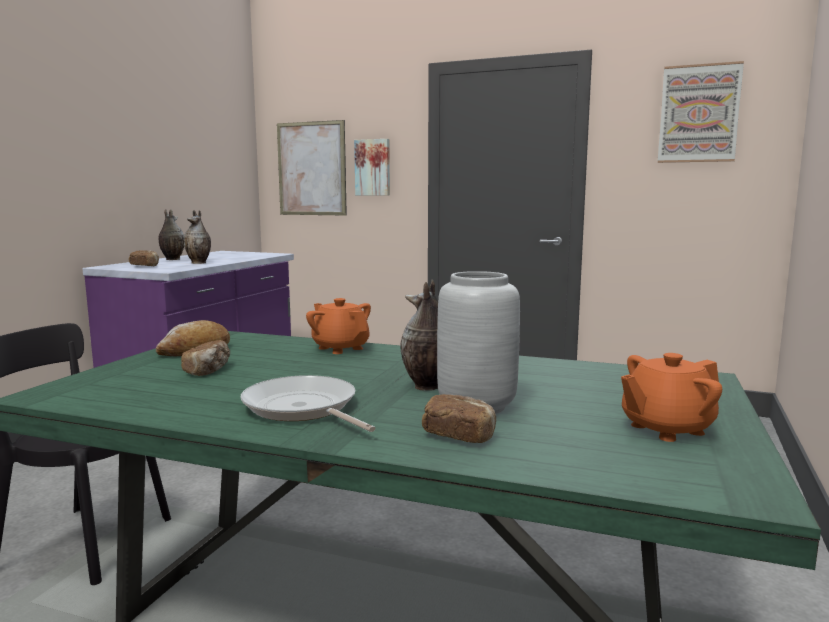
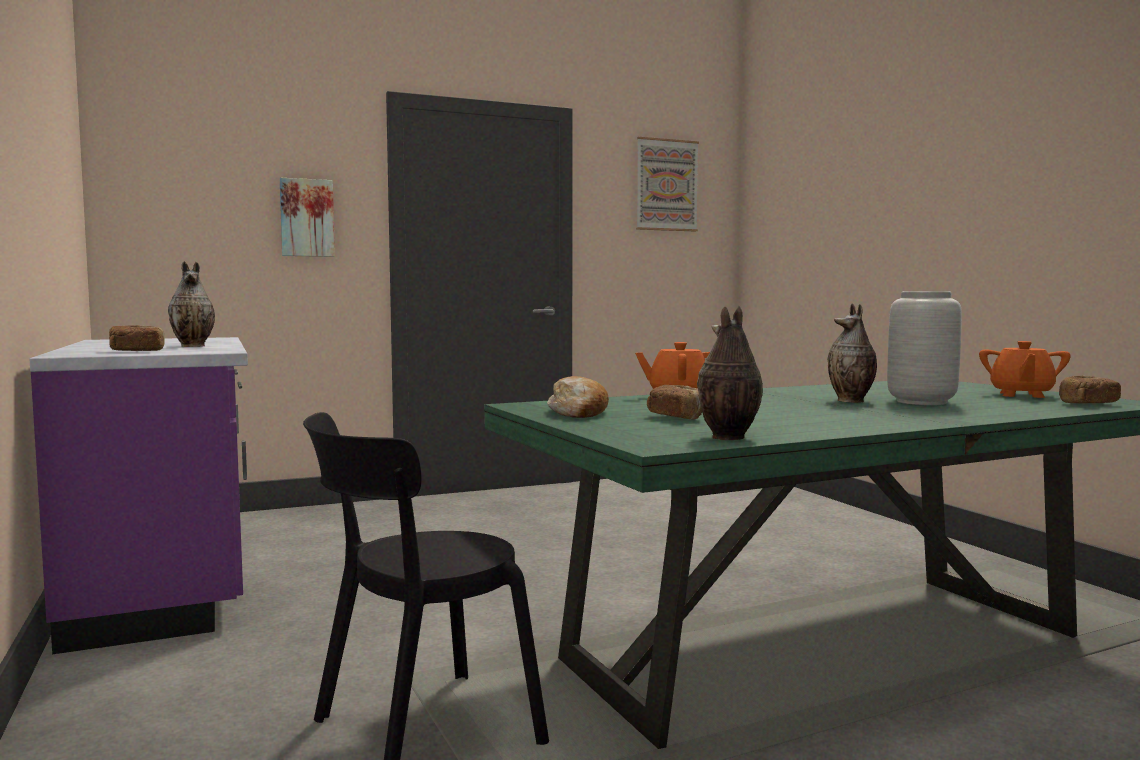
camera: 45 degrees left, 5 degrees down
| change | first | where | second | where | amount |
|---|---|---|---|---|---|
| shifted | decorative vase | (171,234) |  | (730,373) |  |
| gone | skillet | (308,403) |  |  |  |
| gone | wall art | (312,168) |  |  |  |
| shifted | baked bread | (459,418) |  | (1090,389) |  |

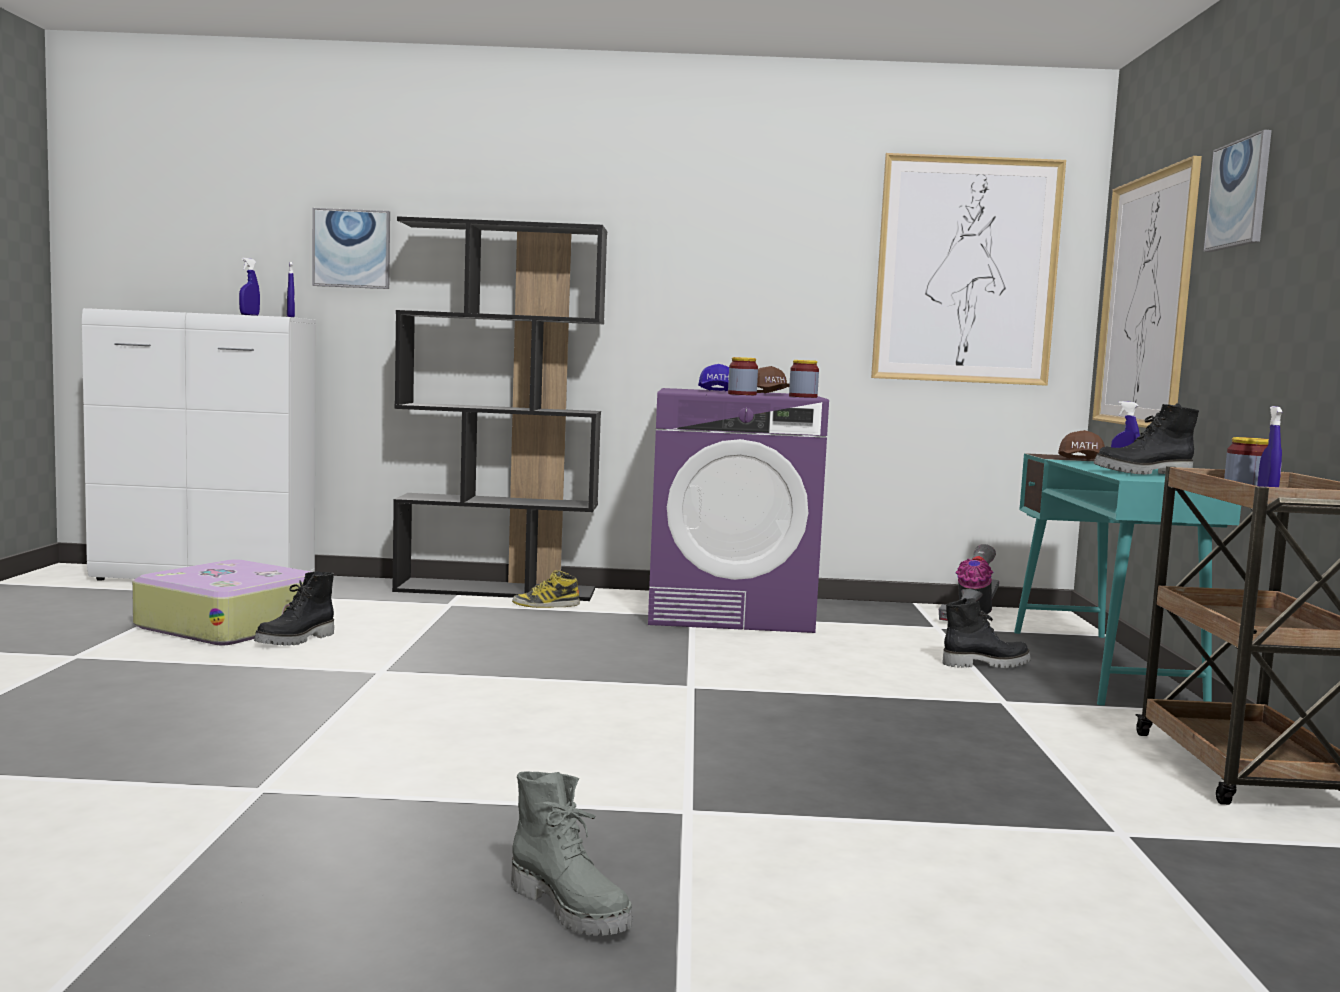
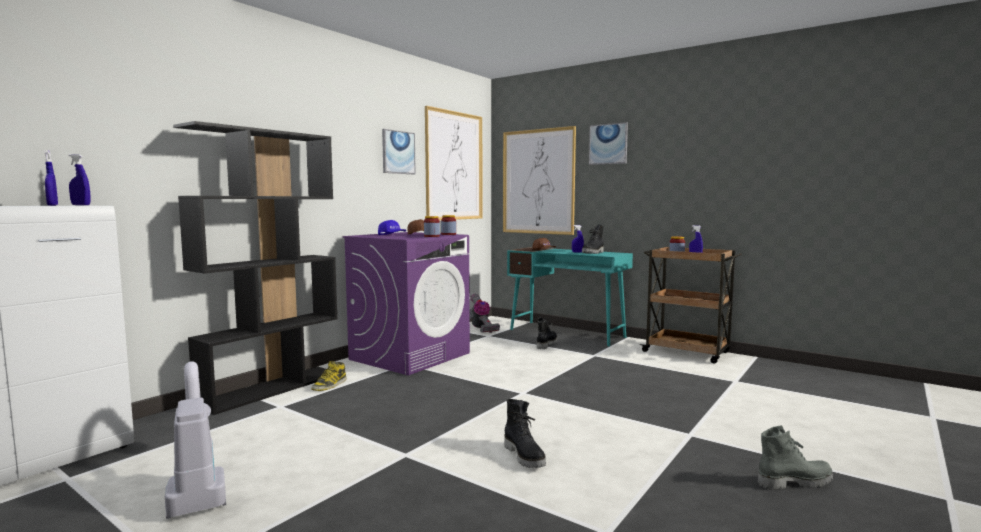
camera: 55 degrees left, 0 degrees up
| change | first | where | second | where | amount |
|---|---|---|---|---|---|
| swapped | piece of luggage | (221,602) | vacuum cleaner | (195,440) |  |
| shifted | black-coloured high-top boot | (294,608) |  | (525,433) |  |
| shifted | wall art | (351,248) |  | (399,152) |  |

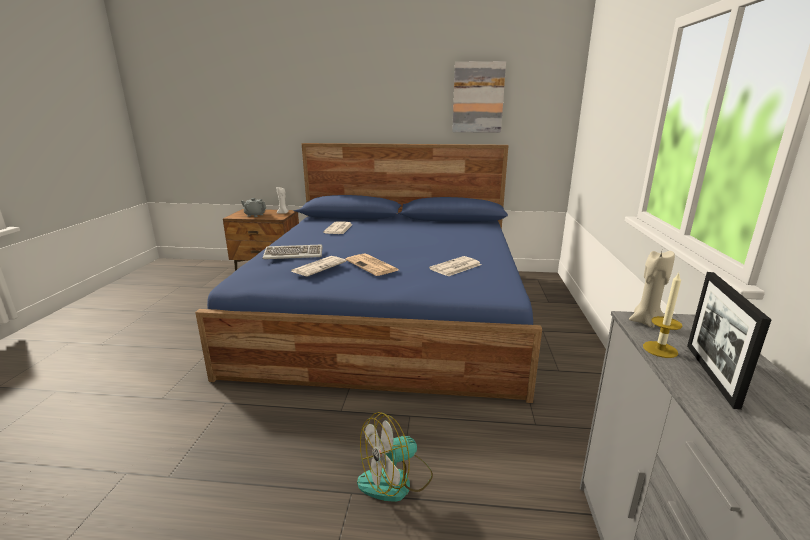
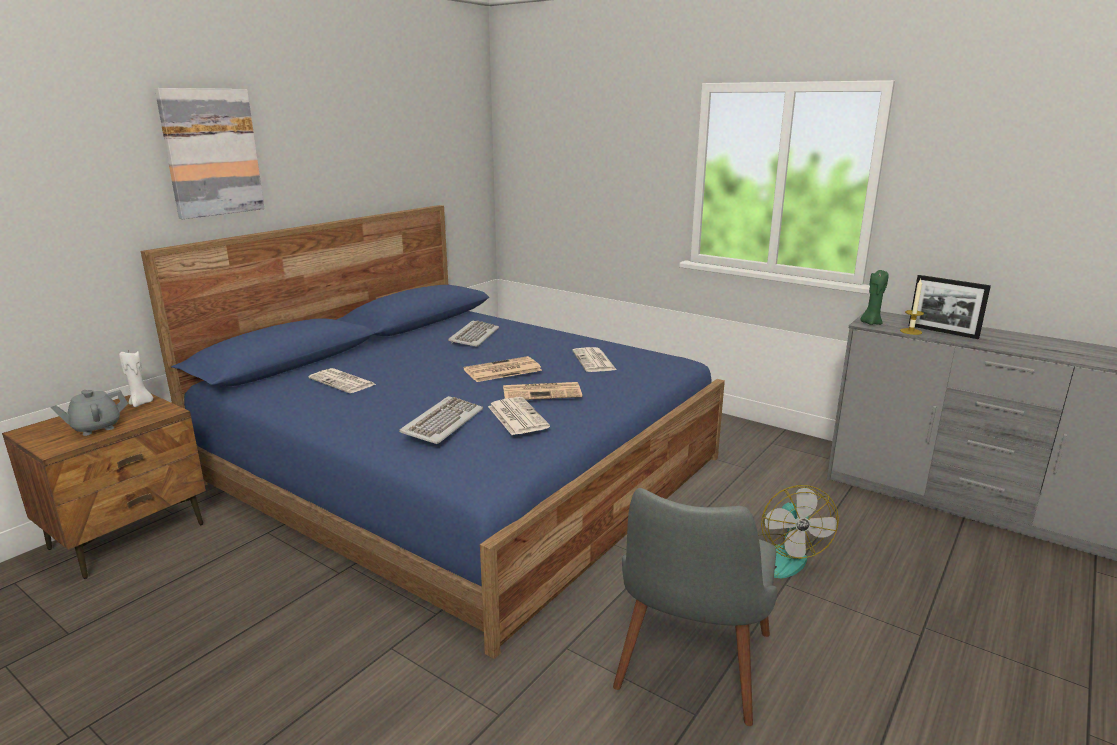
camera: 60 degrees left, 0 degrees up
| change | first | where | second | where | amount |
|---|---|---|---|---|---|
| shifted | wall art | (479,97) |  | (209,153) |  |
| repainted | beige wax light | (652,289) | greenish wax light | (874,297) |  |
| new |  |  | PC keyboard | (473,334) |  |
| new |  |  | newspaper | (503,369) |  |
| new |  |  | gray plain chair | (695,607) |  |

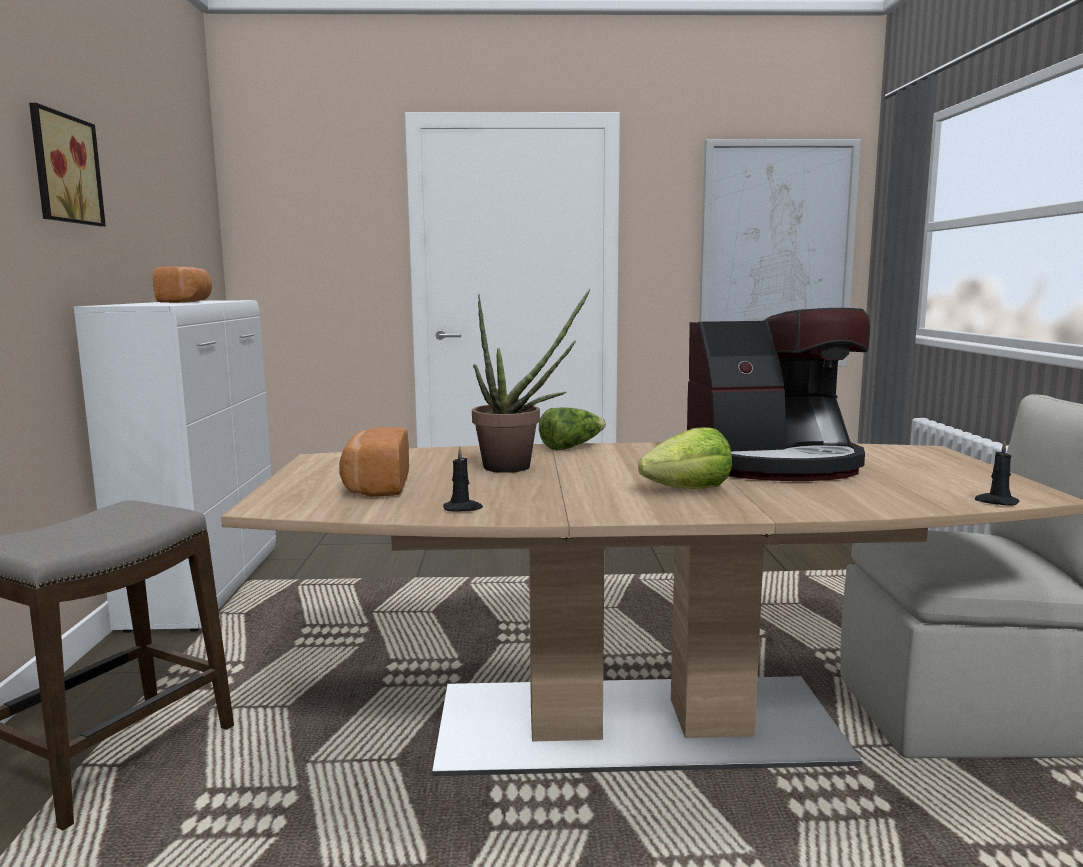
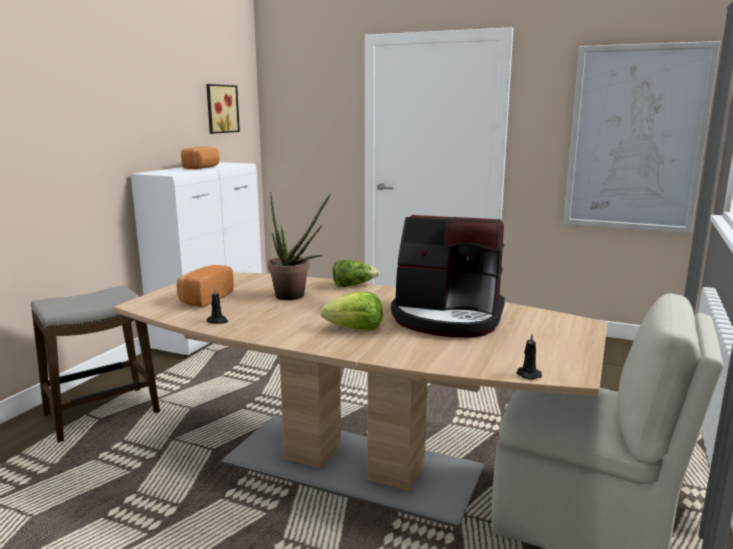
camera: 25 degrees right, 5 degrees up
| change | first | where | second | where | amount |
|---|---|---|---|---|---|
| shifted | wall art | (67,164) |  | (223,109) |  |

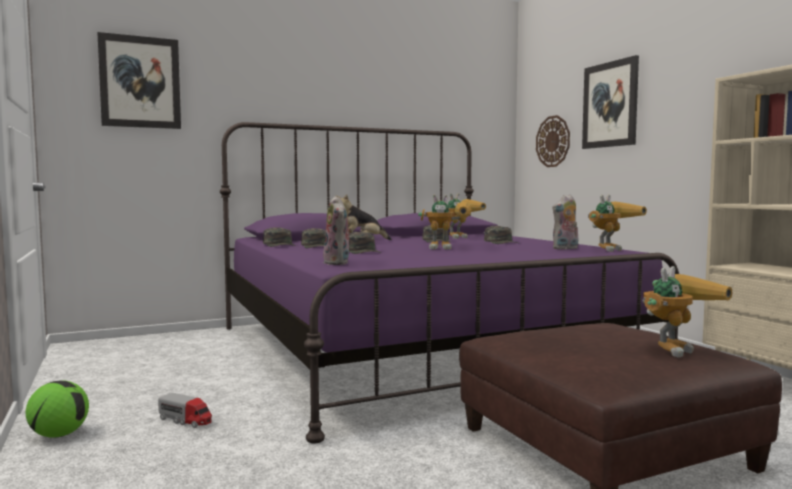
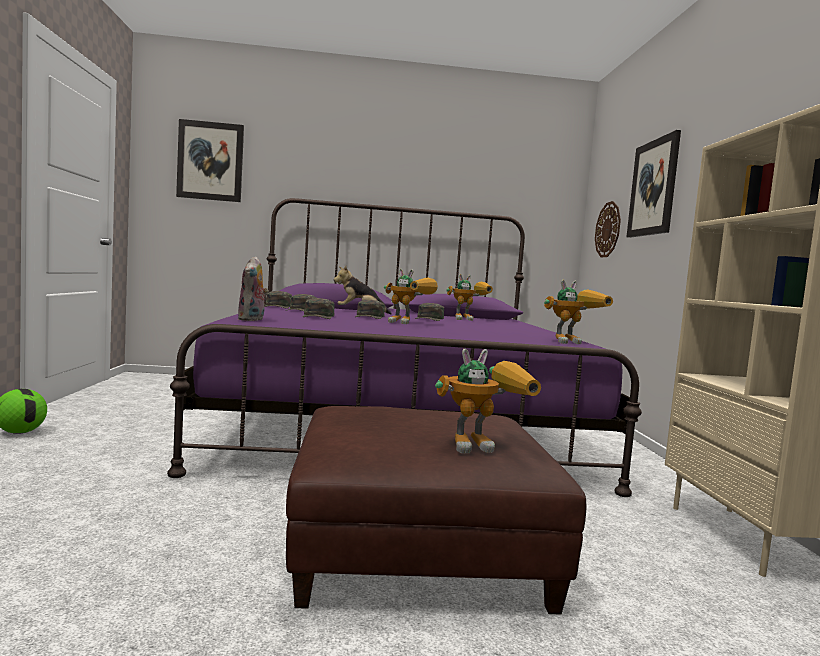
camera: 20 degrees right, 0 degrees up
| change | first | where | second | where | amount |
|---|---|---|---|---|---|
| gone | toy lorry | (185,410) |  |  |  |
| shifted | greenish cap | (501,235) |  | (370,309) |  |
| gone | soft toy | (565,222) |  |  |  |

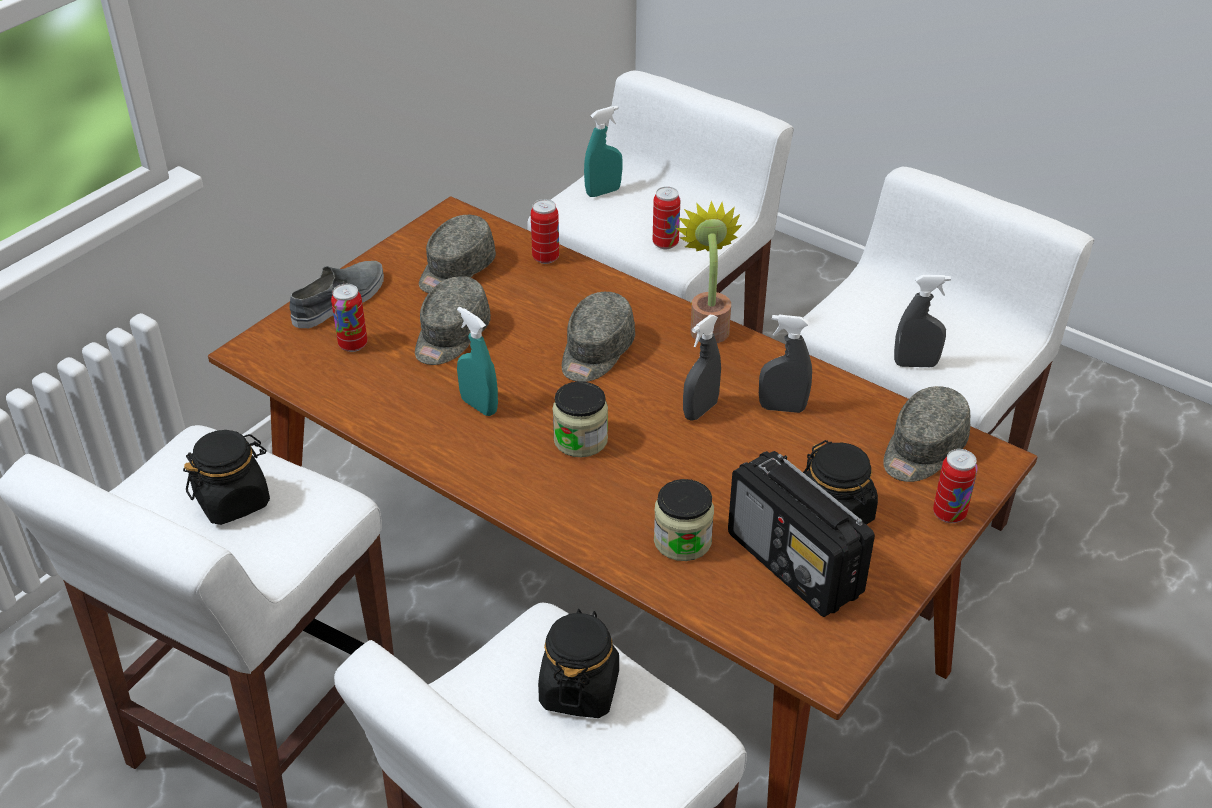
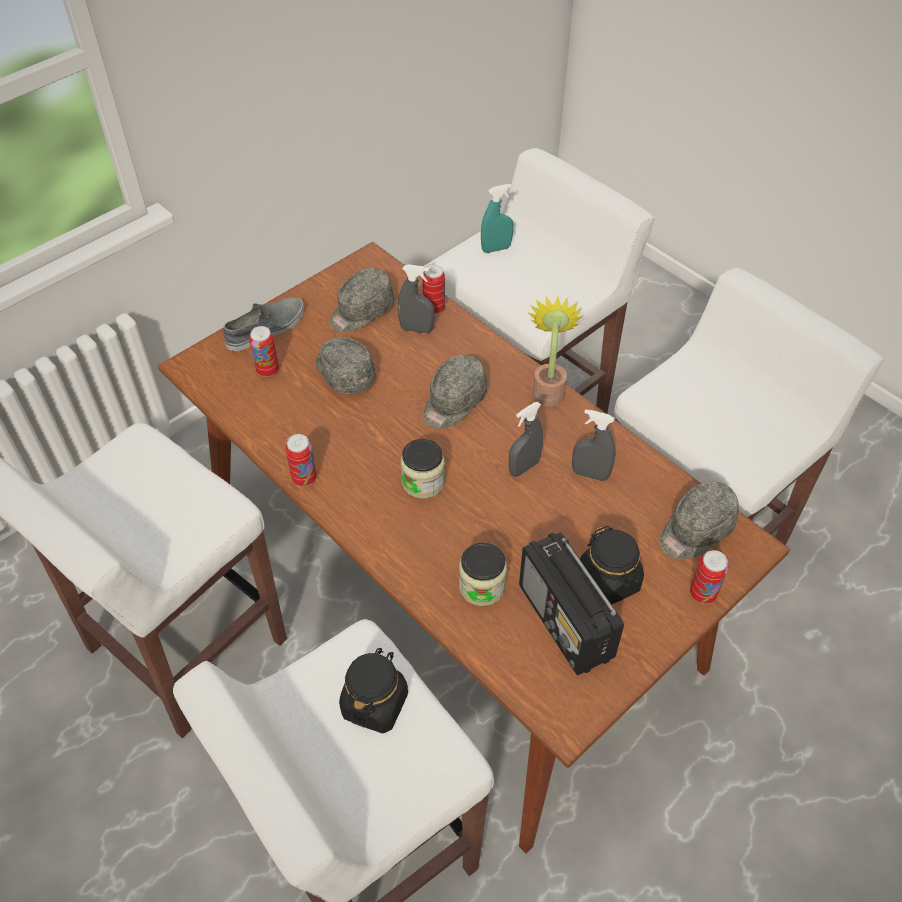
camera: 10 degrees right, 10 degrees up
| change | first | where | second | where | amount |
|---|---|---|---|---|---|
| gone | black-coloured storage jar | (226,477) |  |  |  |
| rotated | gray cap | (453,320) |  | (346,365) | 105 degrees clockwise |
| gone | turquoise hand sprayer | (477,361) |  |  |  |
| shifted | can | (667,218) |  | (301,460) |  |
| shifted | gray hand sprayer | (922,321) |  | (416,299) |  |

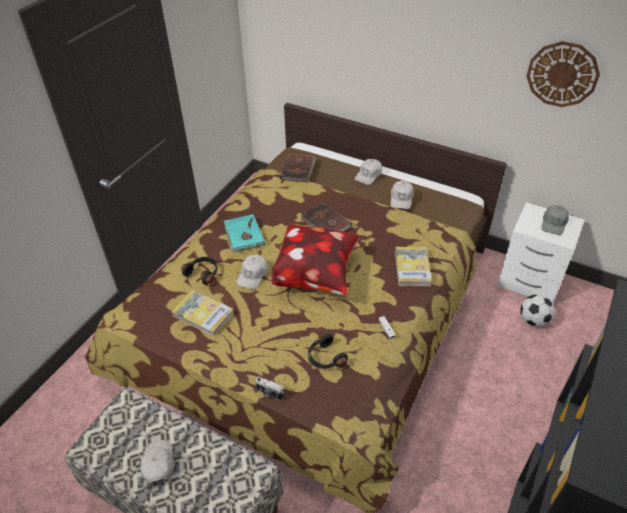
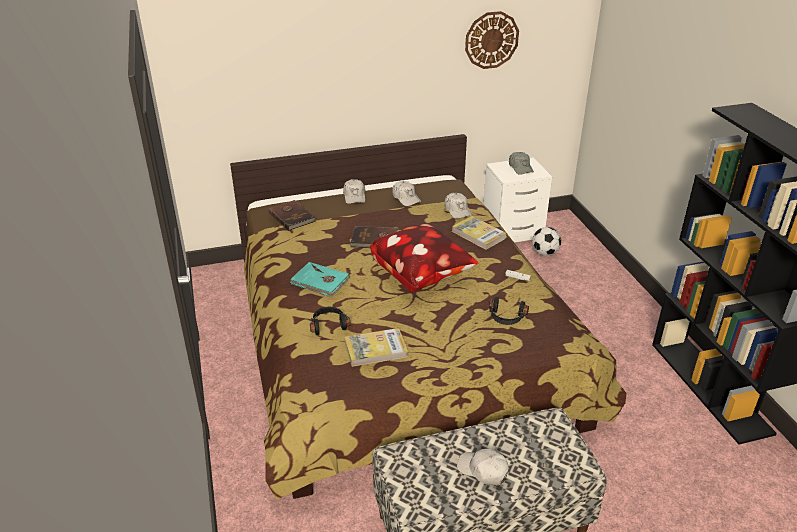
camera: 45 degrees left, 10 degrees down
| change | first | where | second | where | amount |
|---|---|---|---|---|---|
| shifted | whitish cap | (251,272) |  | (458,206) |  |
| gone | still camera | (269,388) |  |  |  |

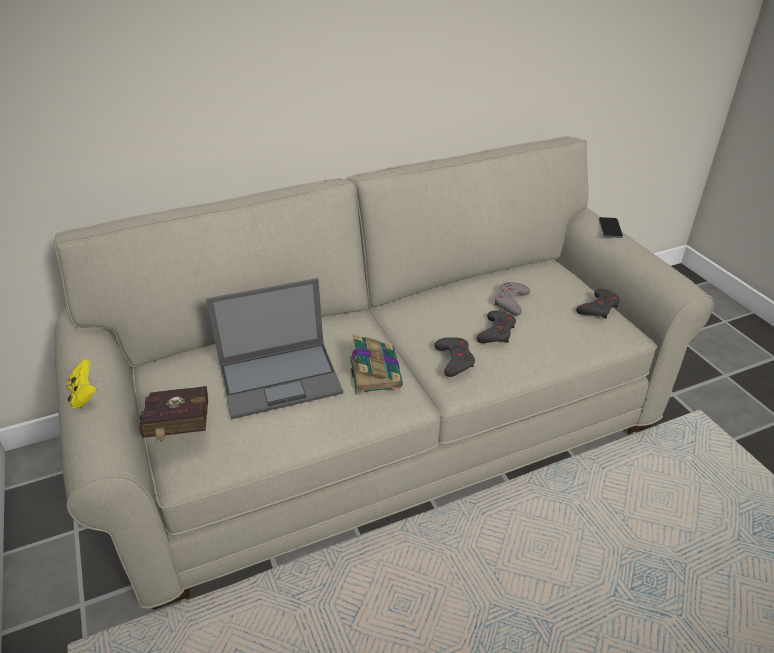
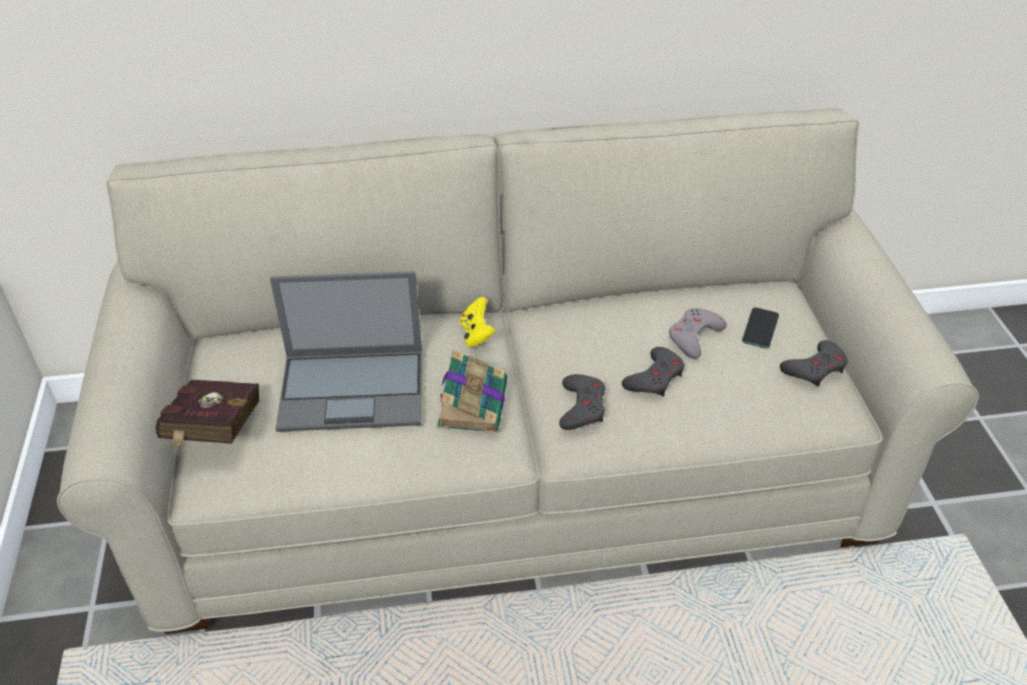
camera: 15 degrees right, 5 degrees up
| change | first | where | second | where | amount |
|---|---|---|---|---|---|
| shifted | yellowish joypad | (82,383) |  | (477,322) |  |
| shifted | telephone | (611,227) |  | (760,327) |  |

